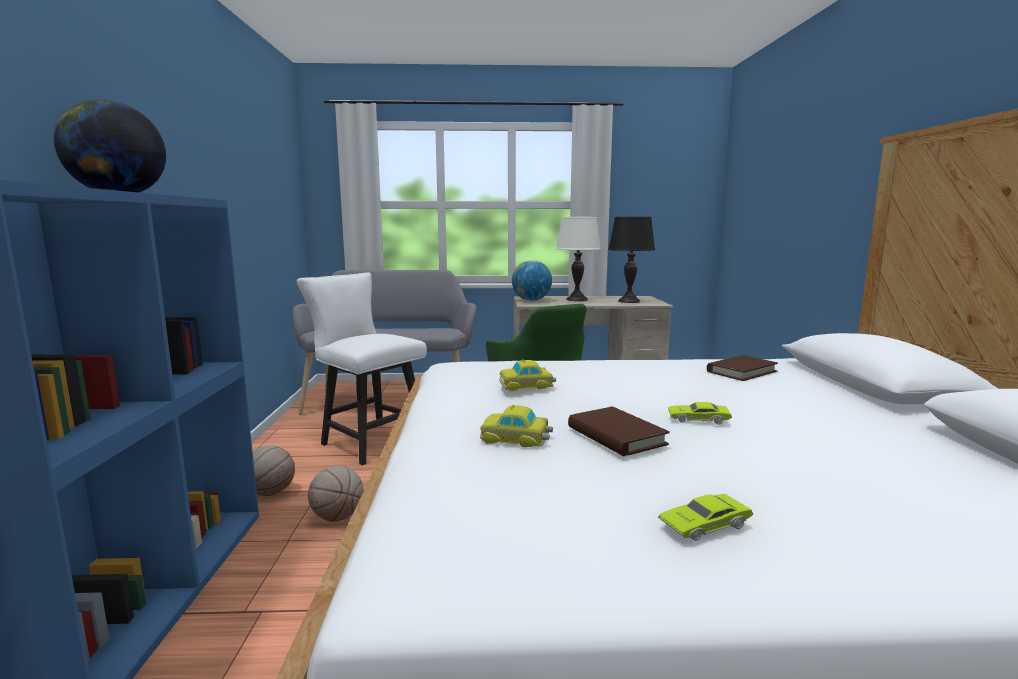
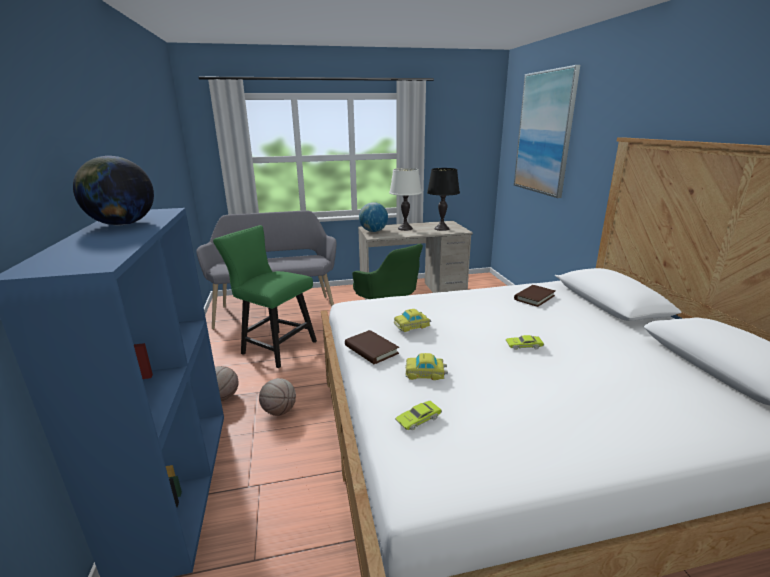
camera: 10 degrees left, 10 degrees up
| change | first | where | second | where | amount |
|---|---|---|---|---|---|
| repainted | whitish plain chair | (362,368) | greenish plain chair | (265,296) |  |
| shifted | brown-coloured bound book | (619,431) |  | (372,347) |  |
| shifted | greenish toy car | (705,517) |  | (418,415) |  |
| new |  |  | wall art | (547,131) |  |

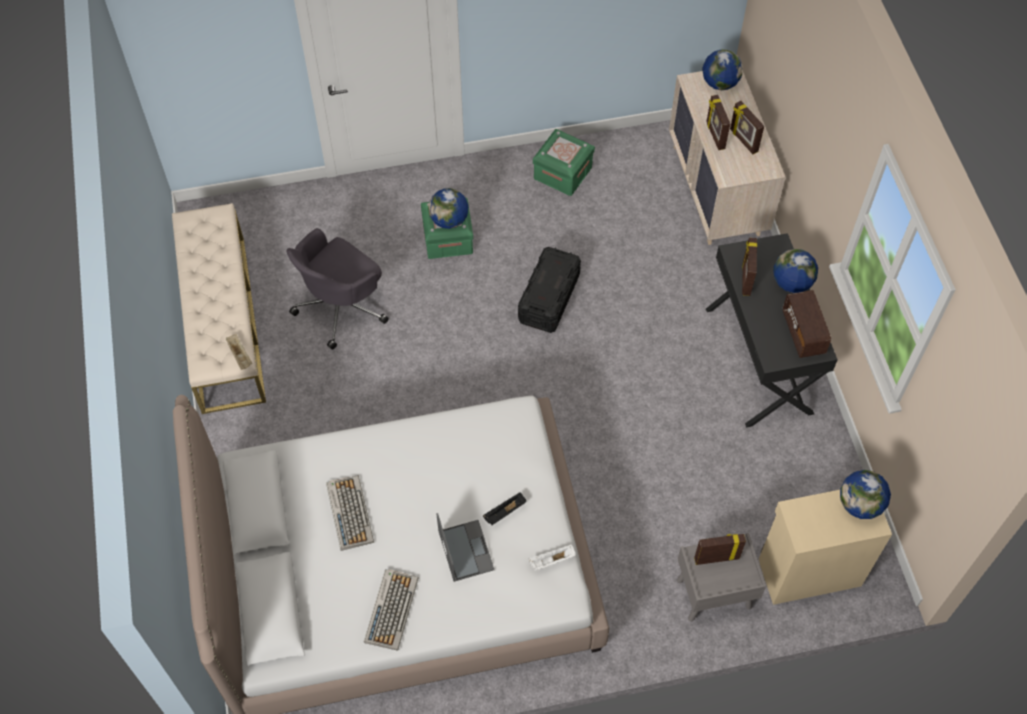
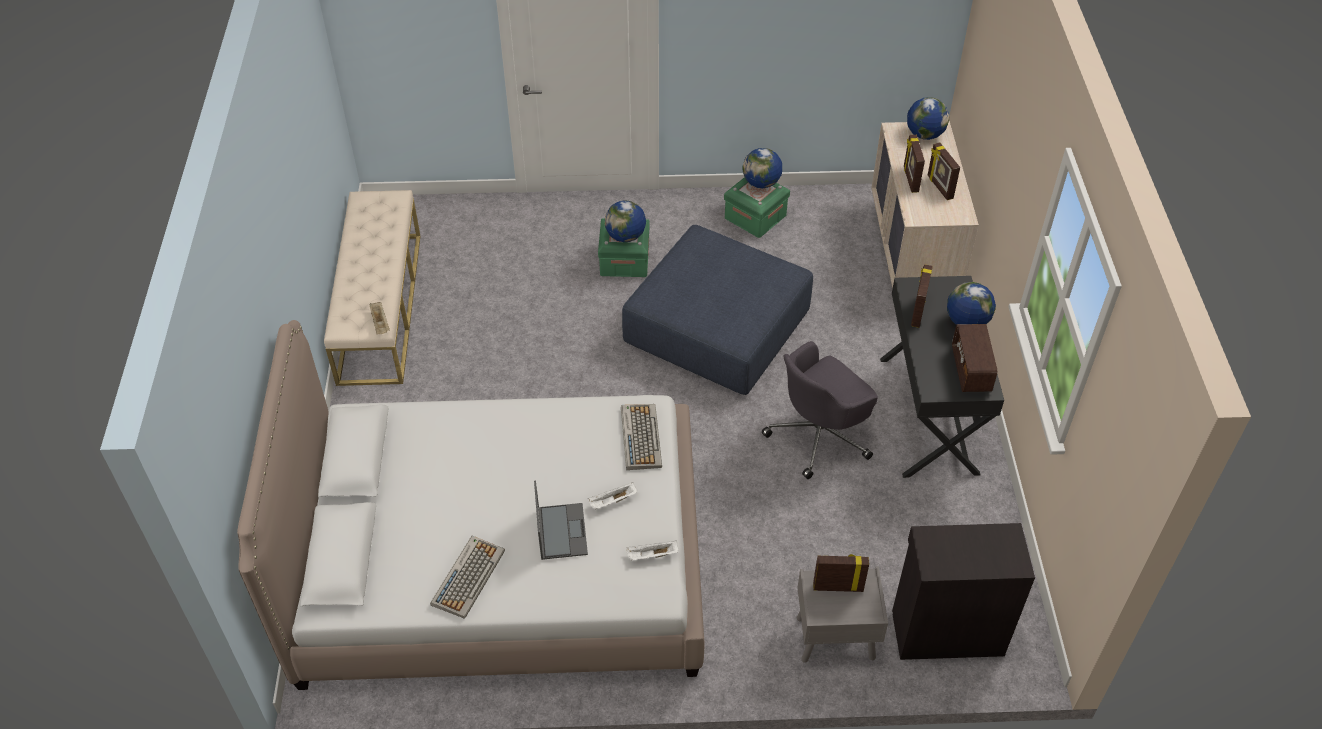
camera: 10 degrees right, 10 degrees down
| change | first | where | second | where | amount |
|---|---|---|---|---|---|
| shifted | gray desk chair | (337,289) |  | (820,410) |  |
| shifted | PC keyboard | (350,513) |  | (641,437) |  |
| repainted | black-coloured serving tray | (504,509) | whitish serving tray | (612,496) |  |
| swapped | black-coloured storage container | (549,290) | blue footrest | (717,310) |  |
| repainted | beige cabinet | (825,547) | black-coloured cabinet | (963,591) |  |
| shifted | desk globe | (865,494) |  | (762,168) |  |

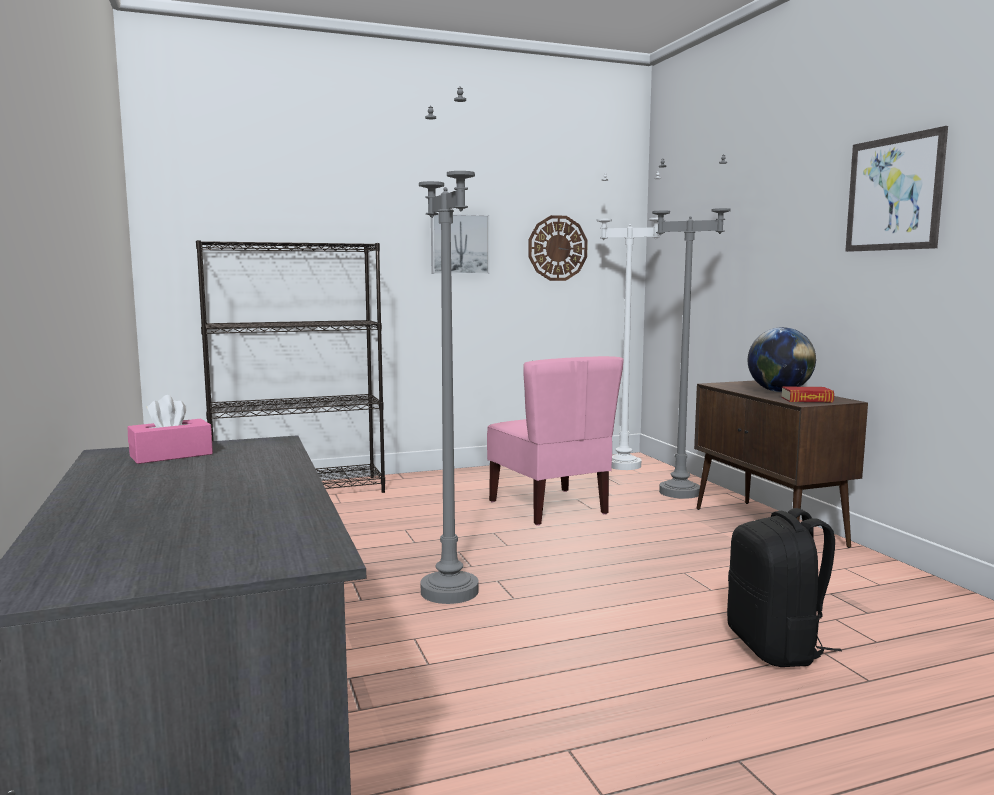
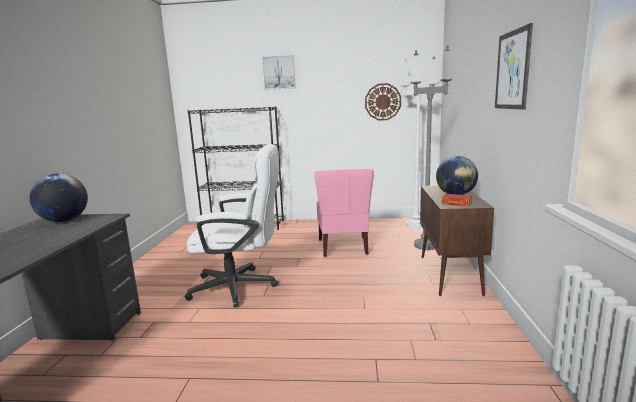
camera: 25 degrees right, 5 degrees up
| change | first | where | second | where | amount |
|---|---|---|---|---|---|
| swapped | pink-coloured tissue box | (170,429) | desk globe | (59,197) |  |
| swapped | gray floor lamp | (449,345) | whitish desk chair | (232,225) |  |
| shifted | wall art | (460,243) |  | (279,72) |  |
| gone | black-coloured rucksack | (784,587) |  |  |  |

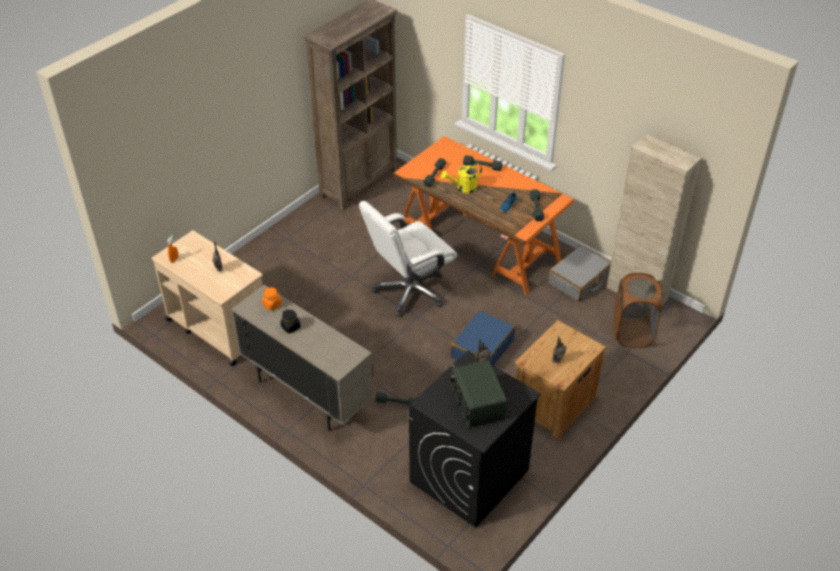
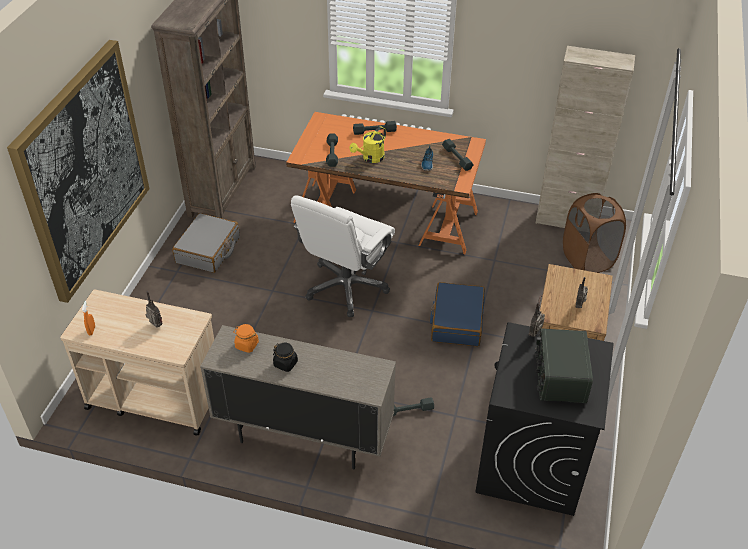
camera: 25 degrees left, 0 degrees up
| change | first | where | second | where | amount |
|---|---|---|---|---|---|
| rotated | radio receiver | (479,394) |  | (563,365) | 45 degrees clockwise |
| shifted | gray piece of luggage | (579,273) |  | (206,243) |  |
| new |  |  | wall art | (78,171) |  |

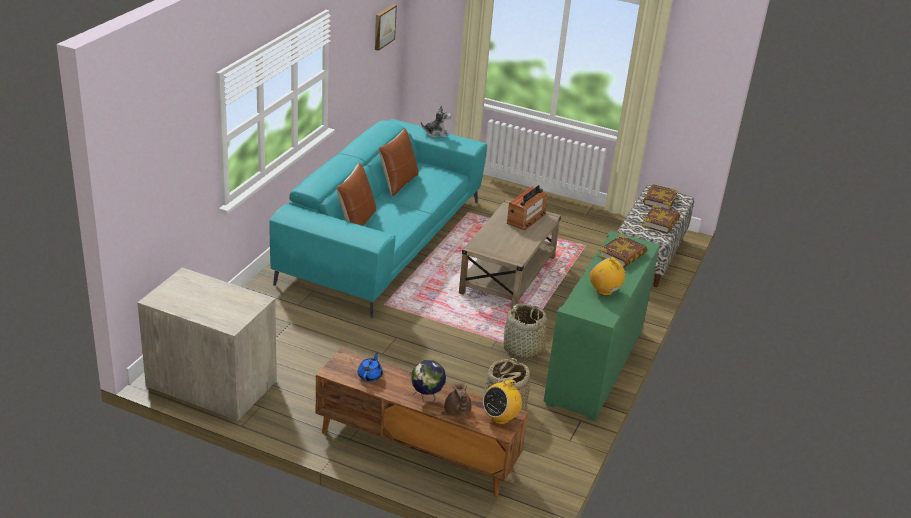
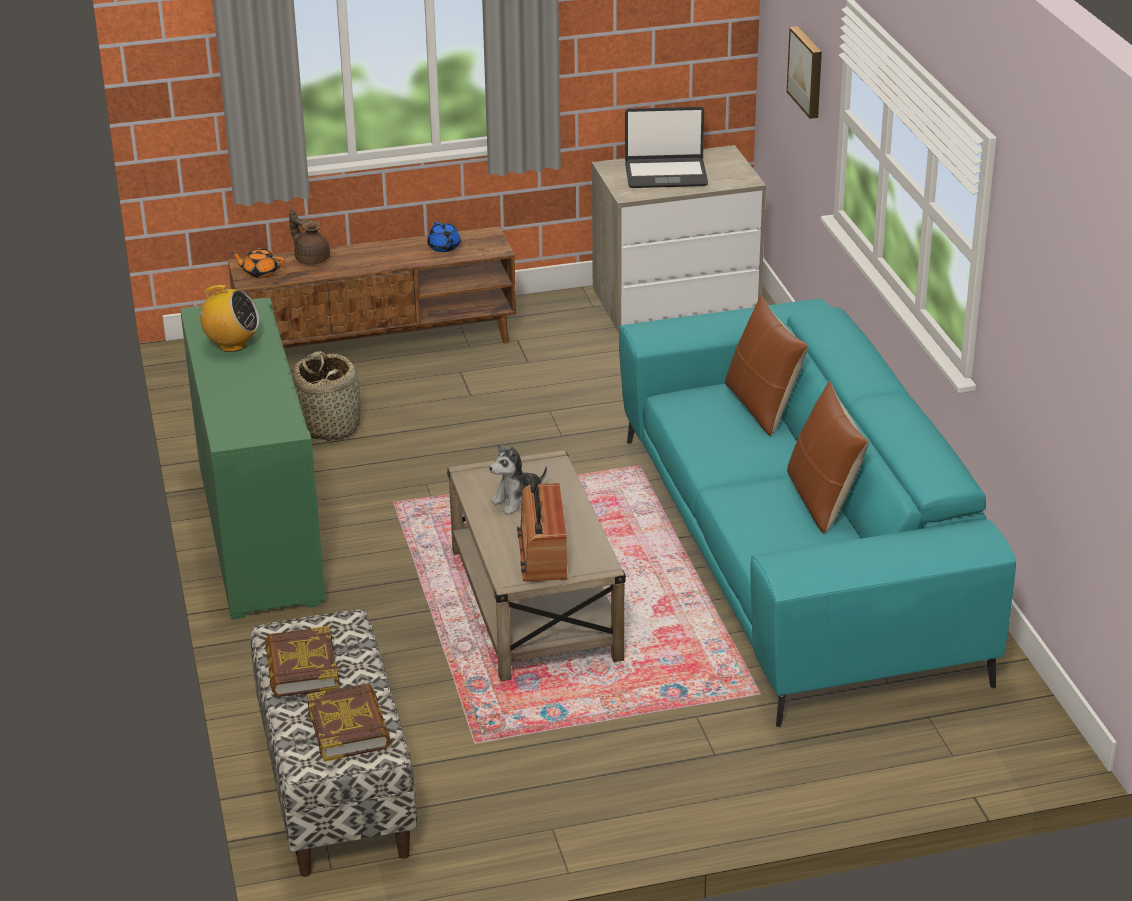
camera: 145 degrees right, 0 degrees up
| change | first | where | second | where | amount |
|---|---|---|---|---|---|
| shifted | wall art | (386,27) |  | (804,72) |  |
| gone | desk globe | (428,381) |  |  |  |
| shifted | soft toy | (436,121) |  | (518,479) |  |
| swapped | radio receiver | (502,401) | orangey teapot | (258,263) |  |
| gone | household basket | (526,331) |  |  |  |
| gone | bound book | (622,251) |  |  |  |
| new |  |  | portable computer | (666,147) |  |

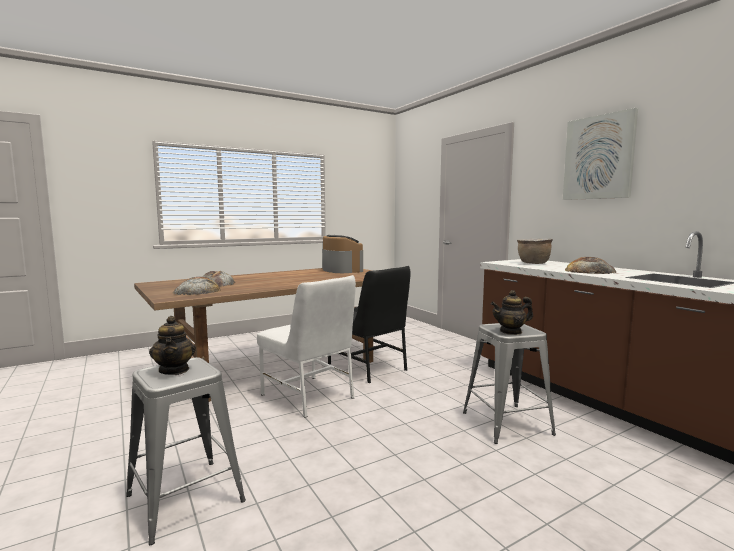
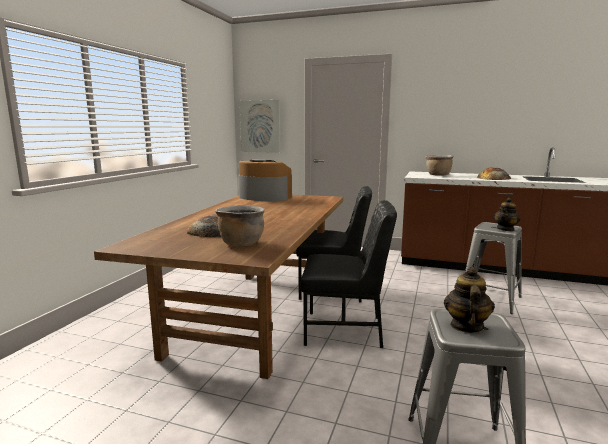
camera: 40 degrees left, 5 degrees up
| change | first | where | second | where | amount |
|---|---|---|---|---|---|
| rotated | teapot | (172,345) |  | (469,300) | 105 degrees counterclockwise |
| swapped | baked bread | (197,286) | brown-coloured cooking pot | (240,226) |  |
| repainted | whitish plain chair | (306,346) | black-coloured plain chair | (348,274) |  |
| shifted | wall art | (600,154) |  | (260,126) |  |

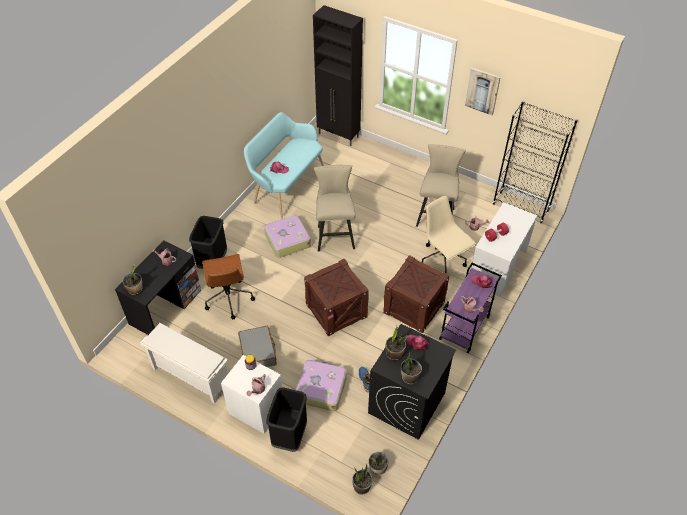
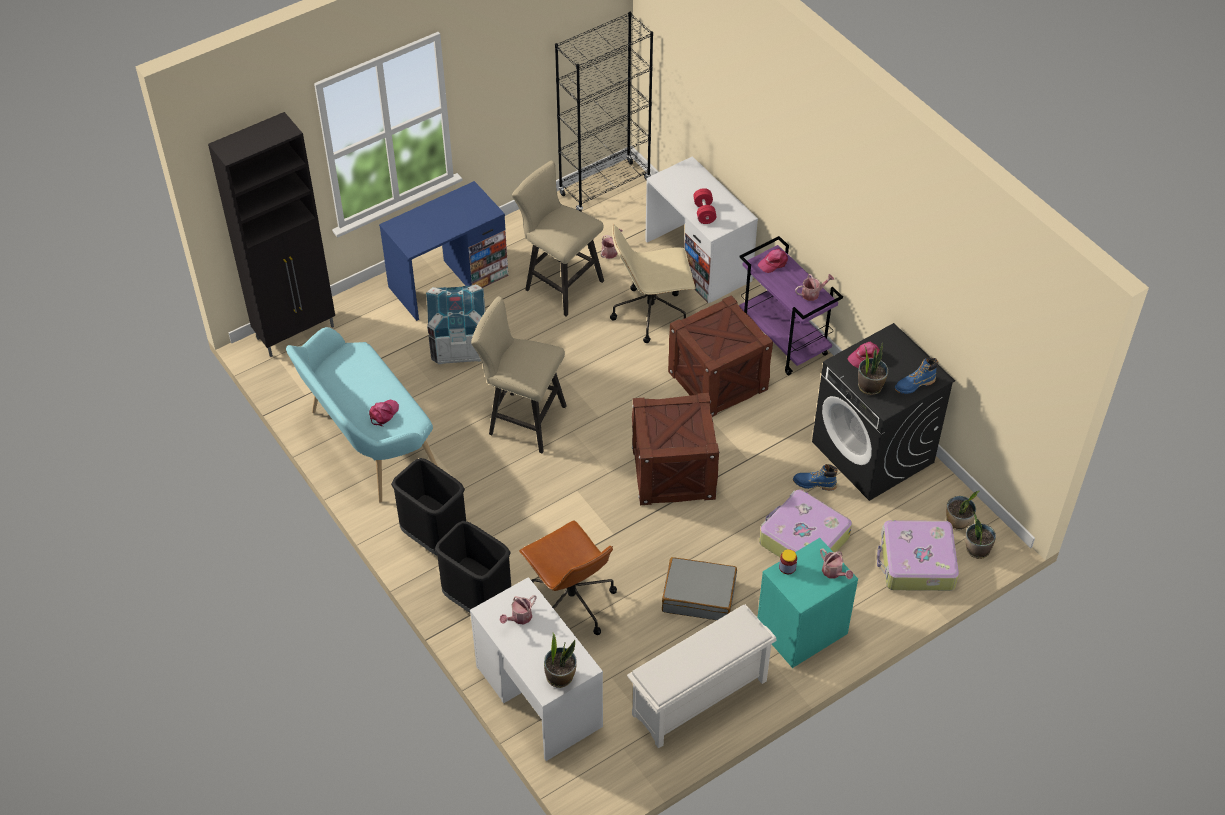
camera: 65 degrees left, 0 degrees up
| change | first | where | second | where | amount |
|---|---|---|---|---|---|
| repainted | black-coloured desk | (158,287) | whitish desk | (536,669) |  |
| rotated | brown-coloured desk chair | (228,287) |  | (568,577) | 45 degrees clockwise |
| repainted | whitish night table | (251,394) | turquoise night table | (807,603) |  |
| shifted | piece of luggage | (287,236) |  | (918,555) |  |
| shifted | black-coloured waste bin | (286,419) |  | (428,506) |  |
| swapped | houseplant | (411,367) | blue high-top boot | (916,376) |  |
| gone | wall art | (483,91) |  |  |  |
| new |  |  | blue desk | (443,251) |  |
| new |  |  | crate | (455,324) |  |

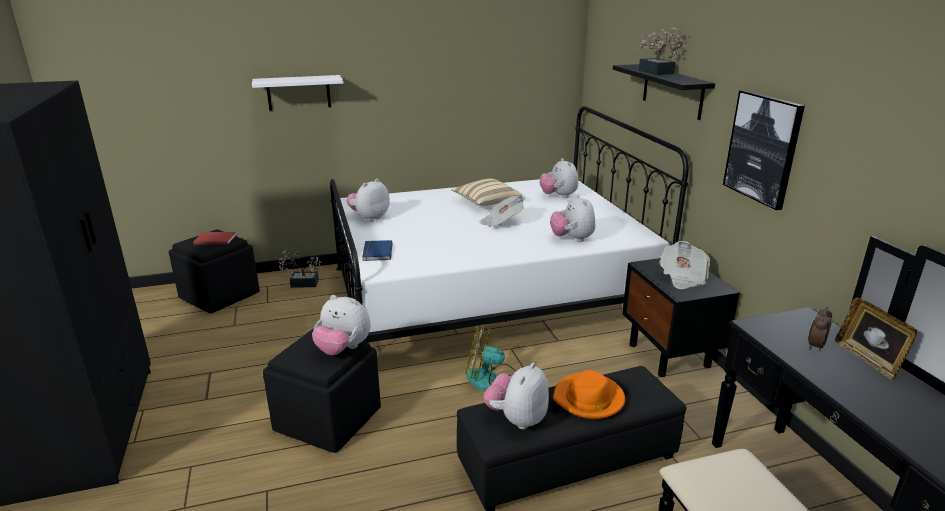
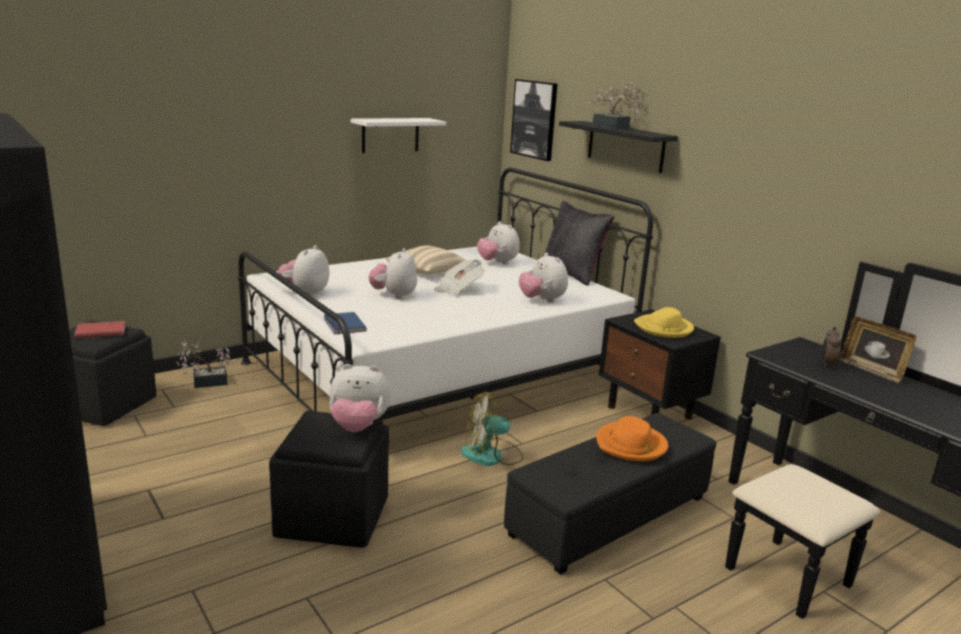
camera: 20 degrees left, 5 degrees down
| change | first | where | second | where | amount |
|---|---|---|---|---|---|
| shifted | whitish bracket shelf | (297,93) |  | (398,135) |  |
| shifted | soft toy | (516,396) |  | (393,273) |  |
| swapped | newspaper | (684,265) | yellowish hat | (664,322) |  |
| shifted | wall art | (764,150) |  | (533,120) |  |
| new |  |  | black-coloured cushion | (578,243) |  |

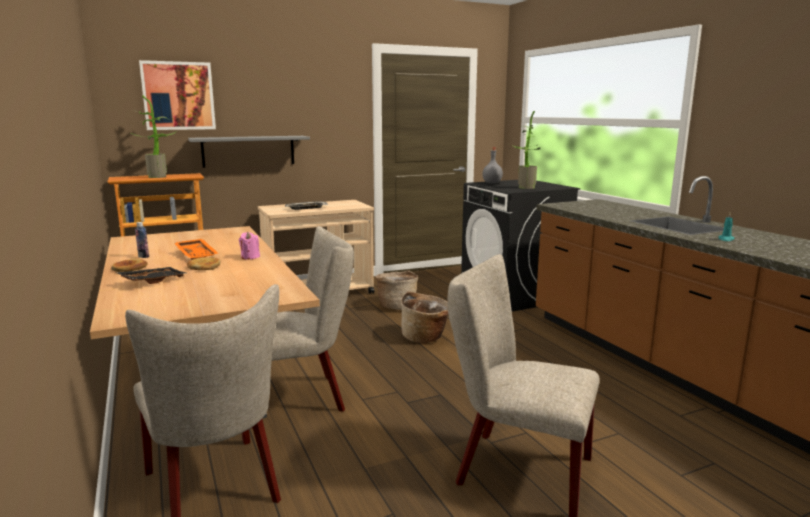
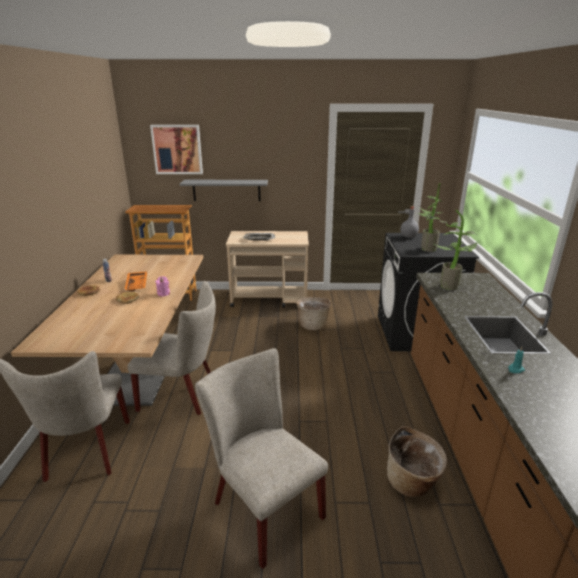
camera: 25 degrees right, 10 degrees up
| change | first | where | second | where | amount |
|---|---|---|---|---|---|
| gone | black-coloured serving tray | (151,275) |  |  |  |
| shifted | houseplant | (153,137) |  | (455,250) |  |
| shifted | household basket | (424,317) |  | (417,461) |  |

